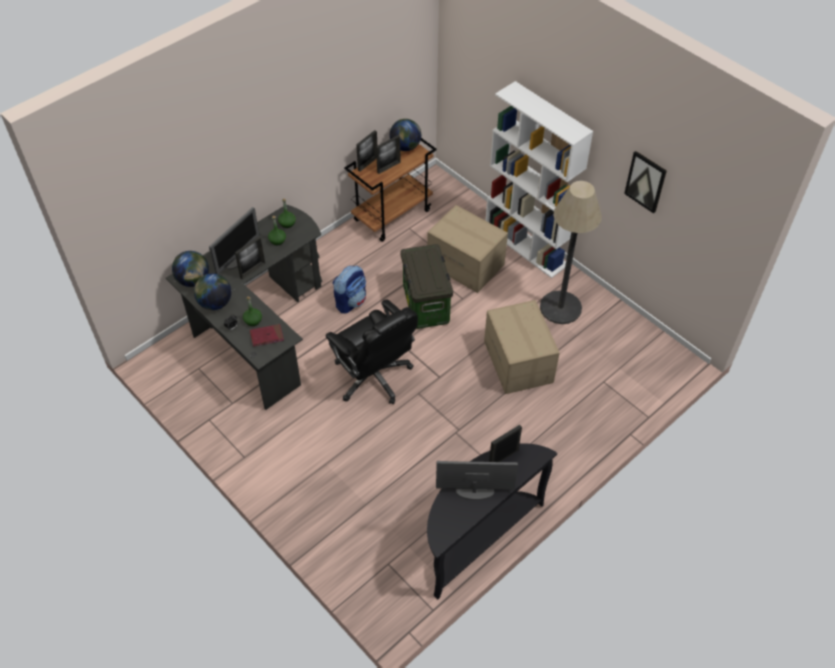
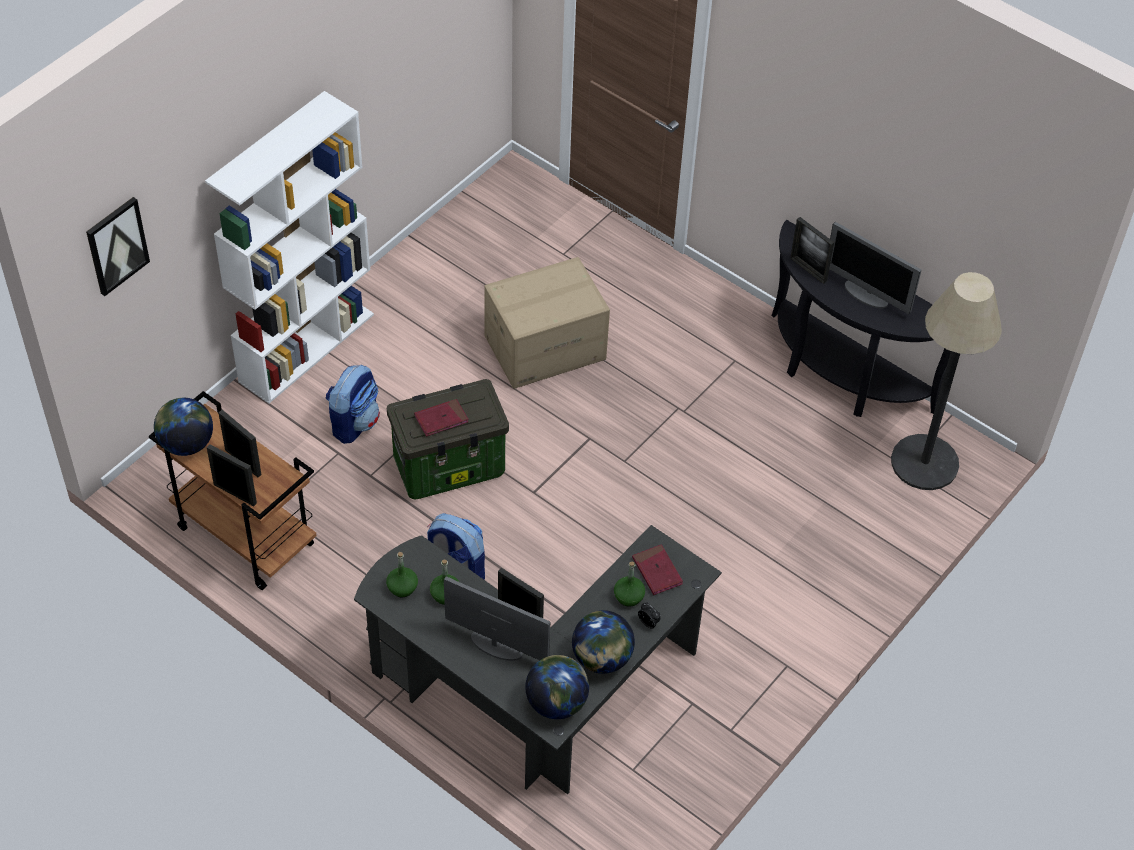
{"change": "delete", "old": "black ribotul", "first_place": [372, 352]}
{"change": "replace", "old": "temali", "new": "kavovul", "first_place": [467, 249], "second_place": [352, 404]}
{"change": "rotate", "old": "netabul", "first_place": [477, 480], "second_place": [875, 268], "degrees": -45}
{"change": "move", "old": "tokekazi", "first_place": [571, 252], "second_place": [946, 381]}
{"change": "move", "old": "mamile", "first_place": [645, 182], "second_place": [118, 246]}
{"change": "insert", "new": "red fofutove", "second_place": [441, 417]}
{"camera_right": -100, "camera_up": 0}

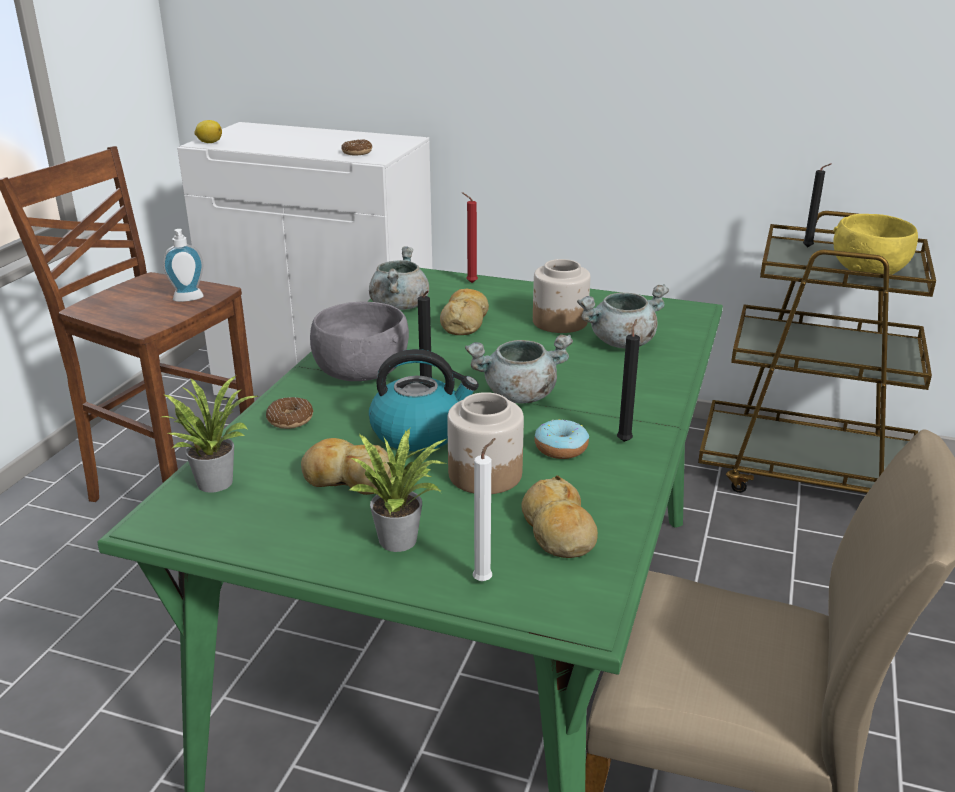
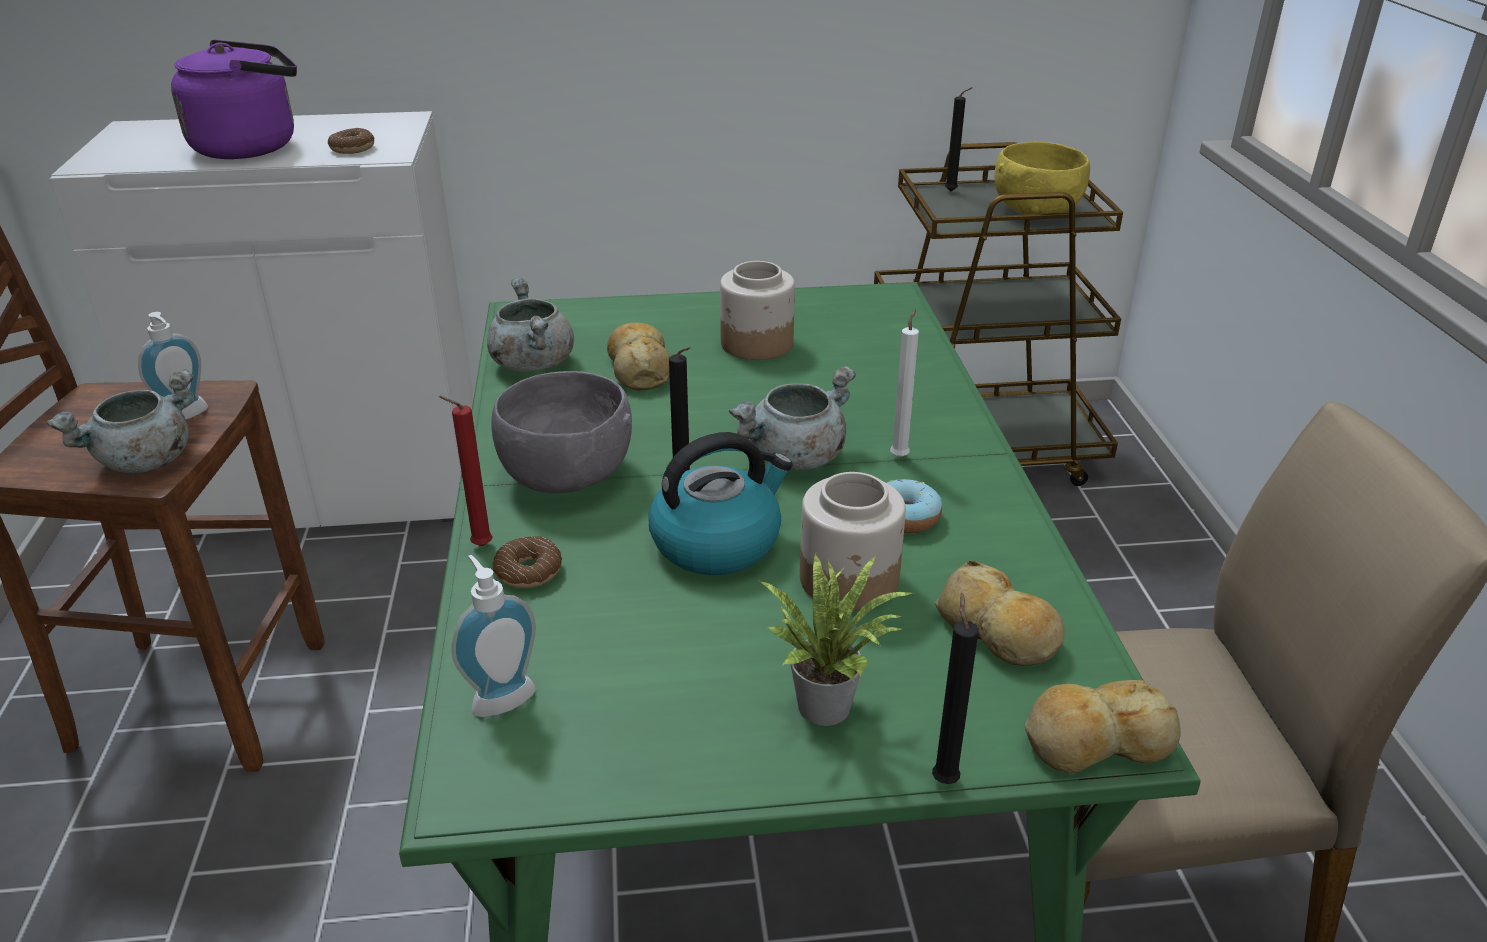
{"change": "replace", "old": "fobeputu", "new": "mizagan", "first_place": [210, 434], "second_place": [494, 636]}
{"change": "delete", "old": "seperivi", "first_place": [208, 131]}
{"change": "move", "old": "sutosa", "first_place": [346, 466], "second_place": [1103, 727]}
{"change": "move", "old": "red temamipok", "first_place": [470, 237], "second_place": [465, 471]}
{"change": "move", "old": "white temamipok", "first_place": [484, 510], "second_place": [904, 383]}
{"change": "move", "old": "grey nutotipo", "first_place": [623, 316], "second_place": [121, 421]}
{"change": "move", "old": "black temamipok", "first_place": [628, 380], "second_place": [955, 688]}
{"change": "insert", "new": "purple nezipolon", "second_place": [234, 99]}
{"camera_right": -25, "camera_up": 5}

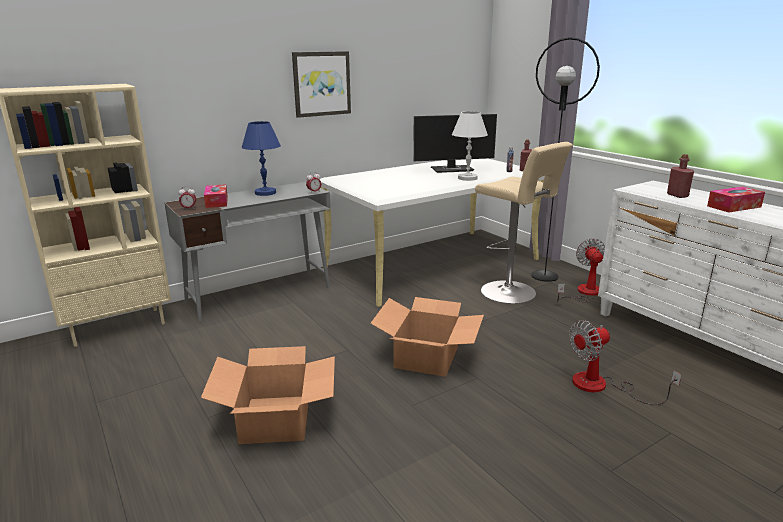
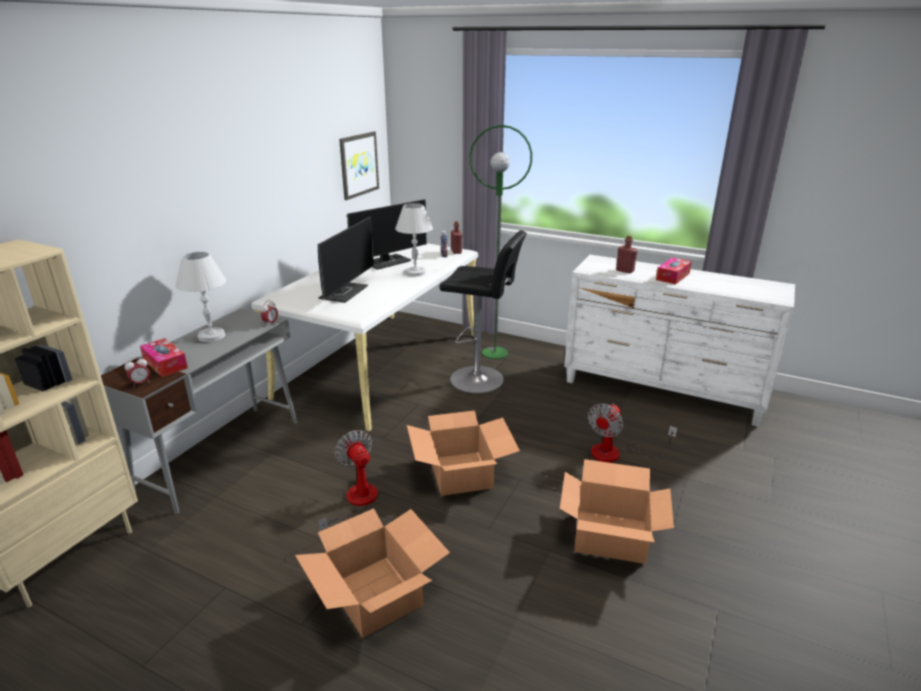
{"change": "recolor", "old": "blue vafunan", "new": "white vafunan", "first_place": [261, 158], "second_place": [200, 297]}
{"change": "move", "old": "mamile", "first_place": [321, 84], "second_place": [359, 165]}
{"change": "recolor", "old": "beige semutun", "new": "black semutun", "first_place": [524, 223], "second_place": [483, 311]}
{"change": "recolor", "old": "black tokekazi", "new": "green tokekazi", "first_place": [565, 159], "second_place": [501, 242]}
{"change": "move", "old": "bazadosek", "first_place": [581, 270], "second_place": [348, 480]}
{"change": "insert", "new": "netabul", "second_place": [346, 260]}
{"change": "insert", "new": "temali", "second_place": [617, 511]}
{"camera_right": -30, "camera_up": 5}

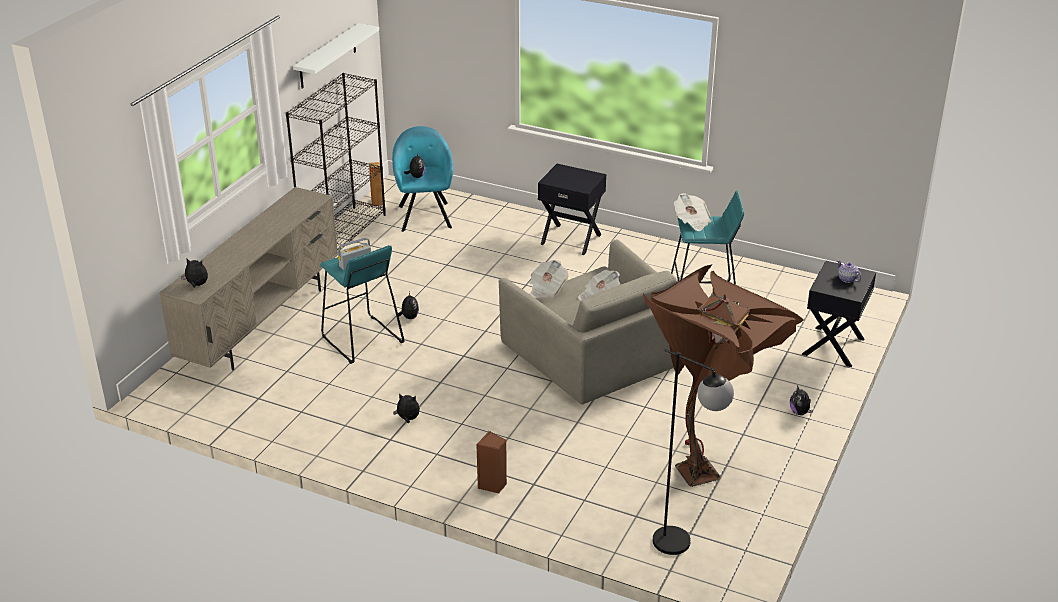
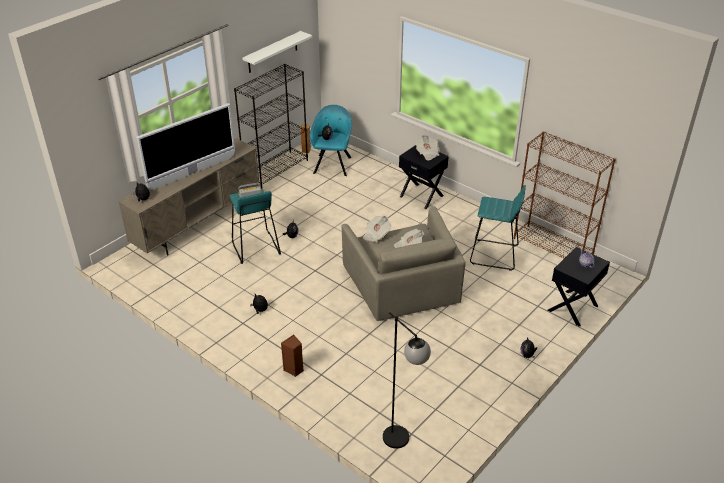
{"change": "delete", "old": "brown tokekazi", "first_place": [723, 375]}
{"change": "move", "old": "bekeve", "first_place": [693, 212], "second_place": [427, 148]}
{"change": "insert", "new": "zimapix", "second_place": [185, 146]}
{"change": "insert", "new": "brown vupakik", "second_place": [565, 194]}
{"camera_right": 15, "camera_up": 5}

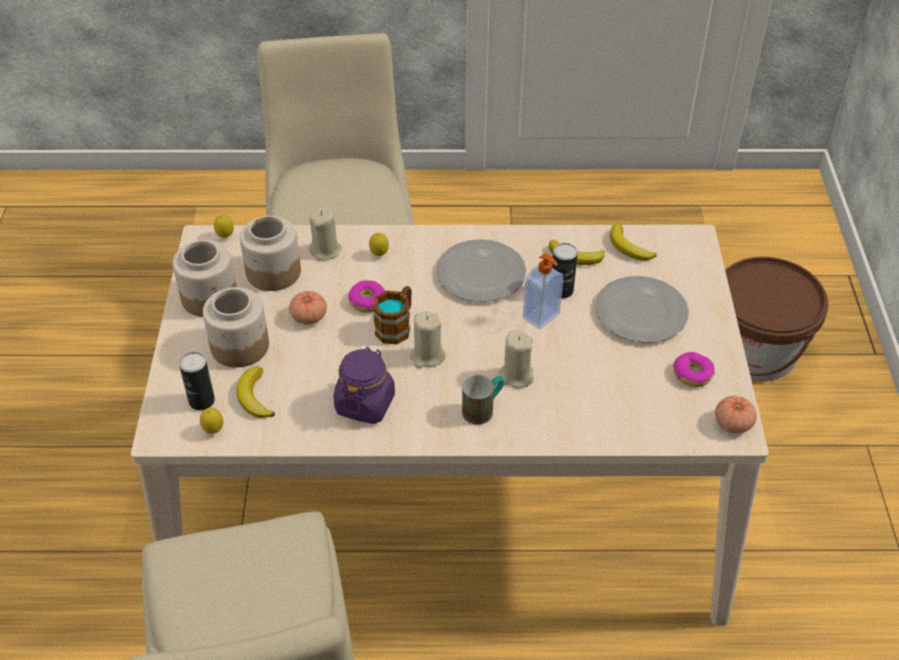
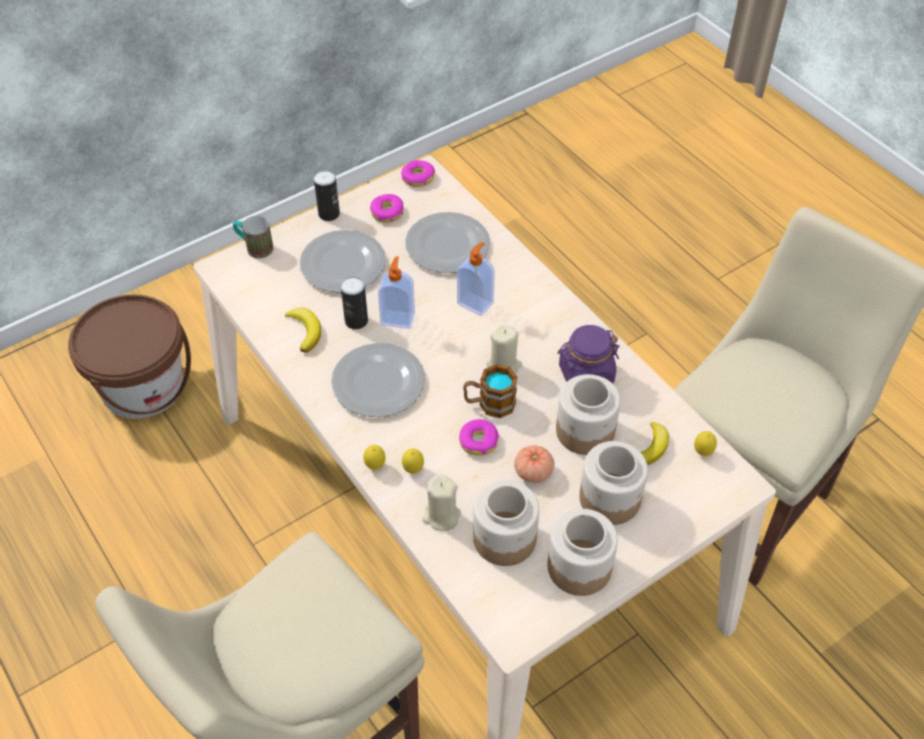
{"change": "move", "old": "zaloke", "first_place": [197, 381], "second_place": [327, 195]}
{"change": "move", "old": "seperivi", "first_place": [224, 226], "second_place": [374, 457]}
{"change": "move", "old": "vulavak", "first_place": [483, 400], "second_place": [253, 237]}
{"change": "replace", "old": "beige temamipok", "new": "mizagan", "first_place": [516, 359], "second_place": [476, 279]}
{"change": "delete", "old": "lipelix", "first_place": [633, 242]}
{"change": "replace", "old": "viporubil", "new": "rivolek", "first_place": [736, 414], "second_place": [418, 173]}
{"change": "insert", "new": "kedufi", "second_place": [447, 242]}
{"change": "insert", "new": "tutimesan", "second_place": [588, 414]}
{"camera_right": -125, "camera_up": 5}

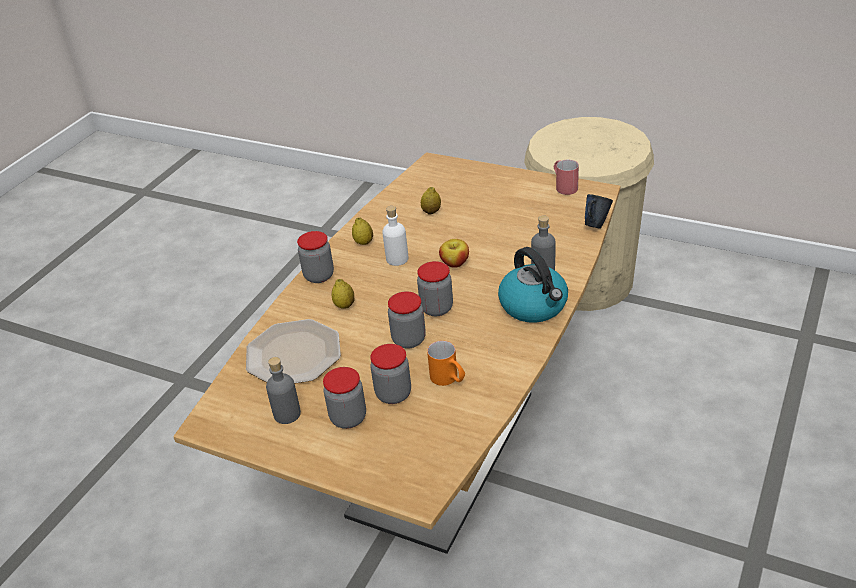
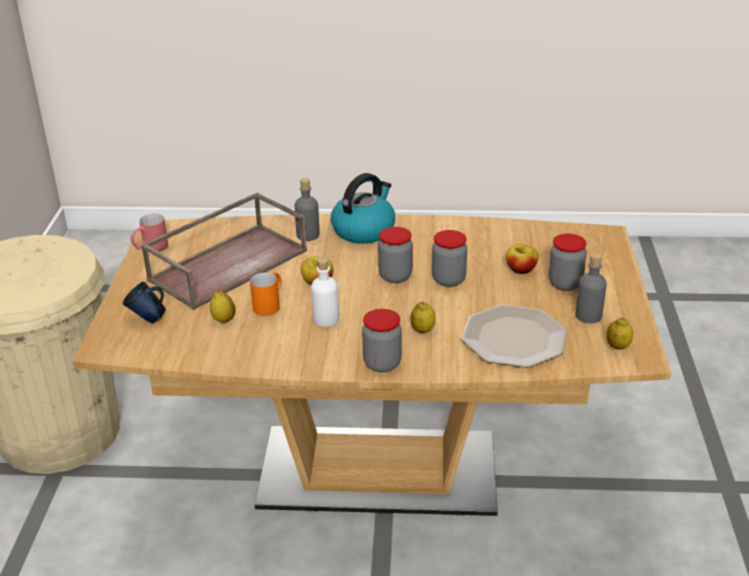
{"change": "move", "old": "seperivi", "first_place": [362, 231], "second_place": [620, 333]}
{"change": "replace", "old": "tutimesan", "new": "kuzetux", "first_place": [390, 374], "second_place": [522, 259]}
{"change": "move", "old": "orange vulavak", "first_place": [446, 363], "second_place": [266, 294]}
{"change": "move", "old": "blue vulavak", "first_place": [599, 211], "second_place": [144, 303]}
{"change": "insert", "new": "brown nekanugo", "second_place": [224, 251]}
{"camera_right": -115, "camera_up": -5}

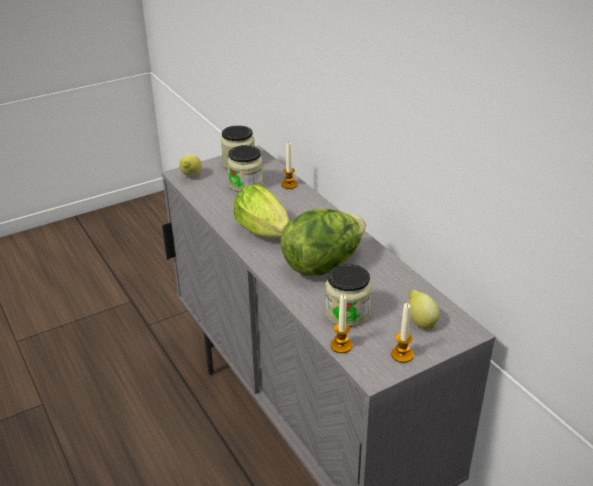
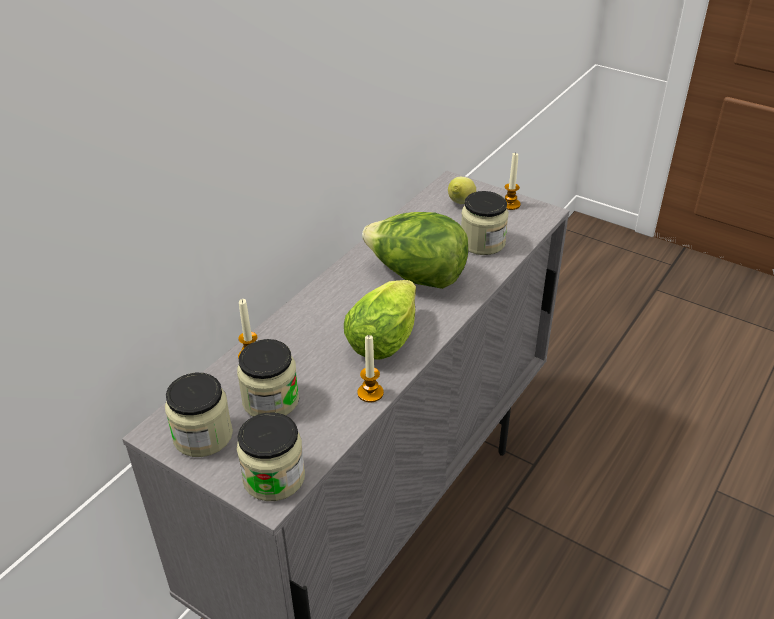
{"change": "replace", "old": "seperivi", "new": "tutimesan", "first_place": [190, 166], "second_place": [271, 457]}
{"change": "move", "old": "temamipok", "first_place": [341, 324], "second_place": [371, 369]}
{"camera_right": -115, "camera_up": 5}

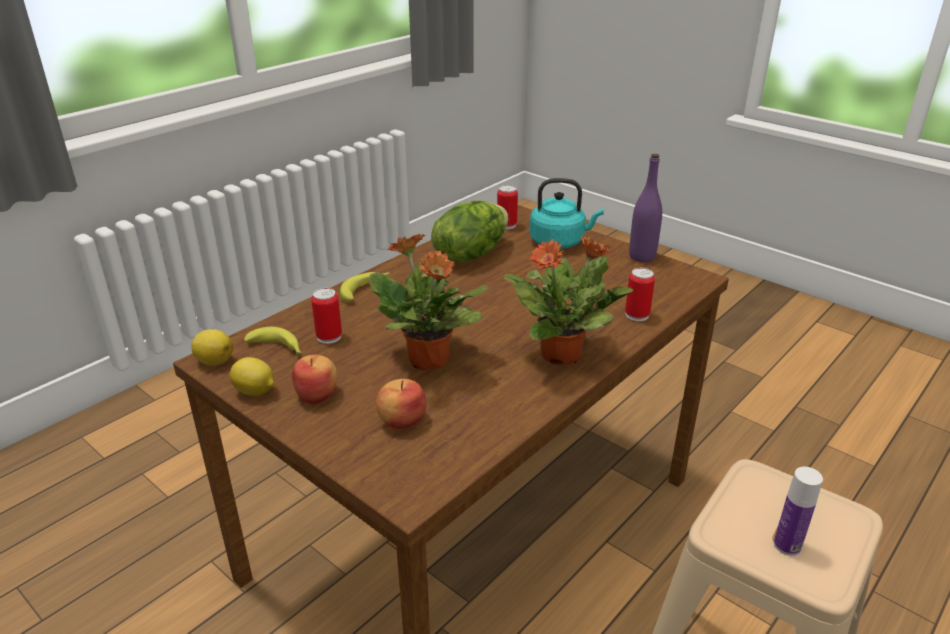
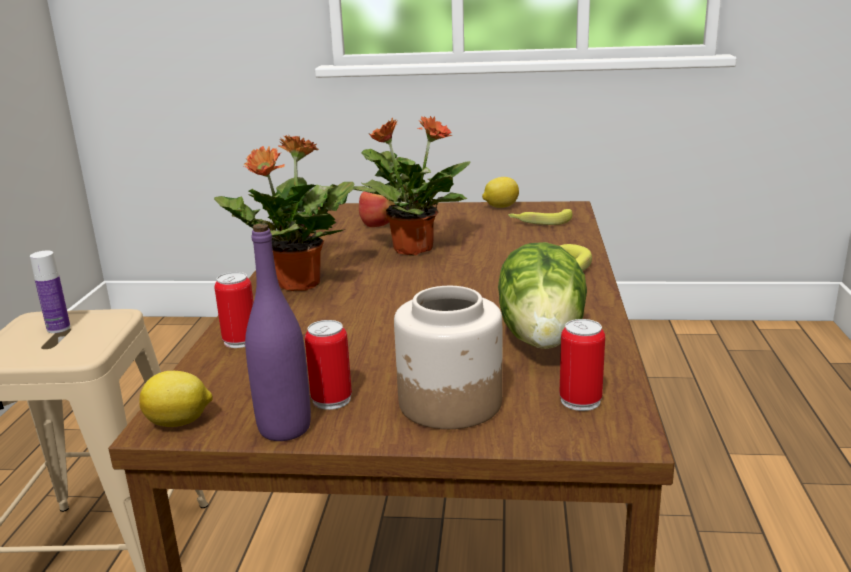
{"change": "move", "old": "seperivi", "first_place": [212, 347], "second_place": [176, 399]}
{"change": "delete", "old": "kuzetux", "first_place": [314, 379]}
{"change": "move", "old": "zaloke", "first_place": [326, 316], "second_place": [328, 365]}
{"change": "replace", "old": "turquoise nezipolon", "new": "tutimesan", "first_place": [566, 213], "second_place": [448, 357]}
{"camera_right": 145, "camera_up": -10}

